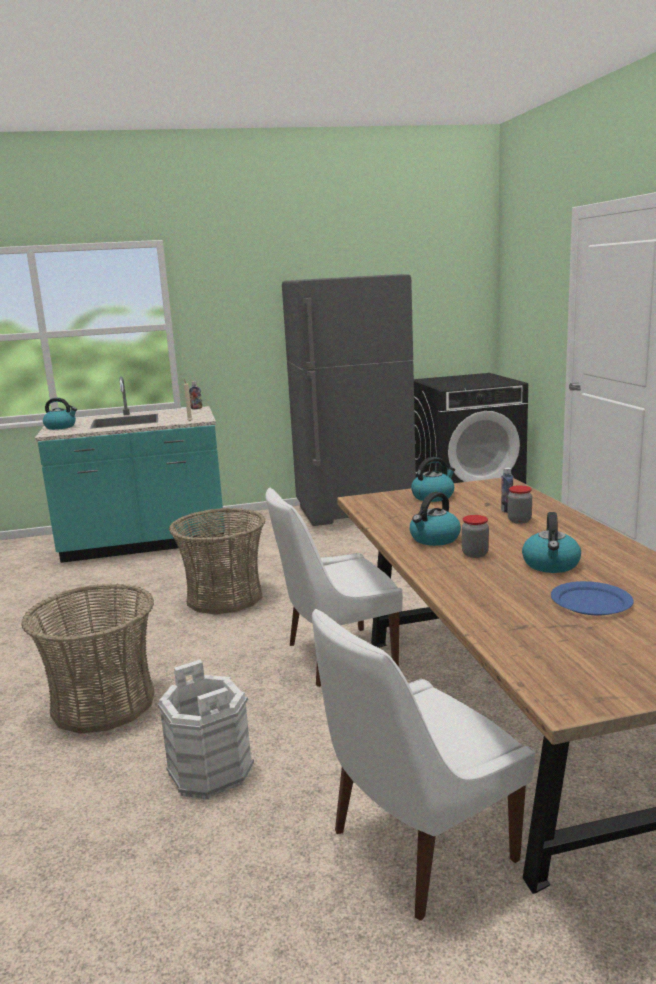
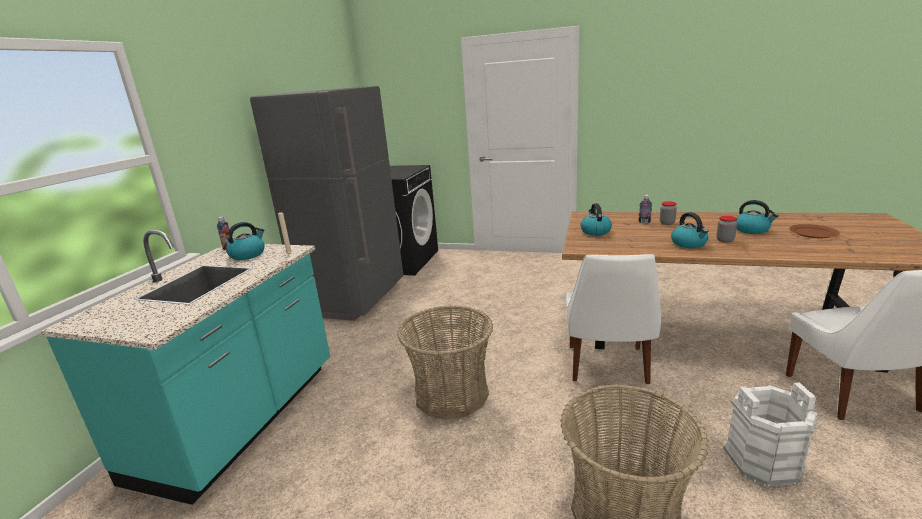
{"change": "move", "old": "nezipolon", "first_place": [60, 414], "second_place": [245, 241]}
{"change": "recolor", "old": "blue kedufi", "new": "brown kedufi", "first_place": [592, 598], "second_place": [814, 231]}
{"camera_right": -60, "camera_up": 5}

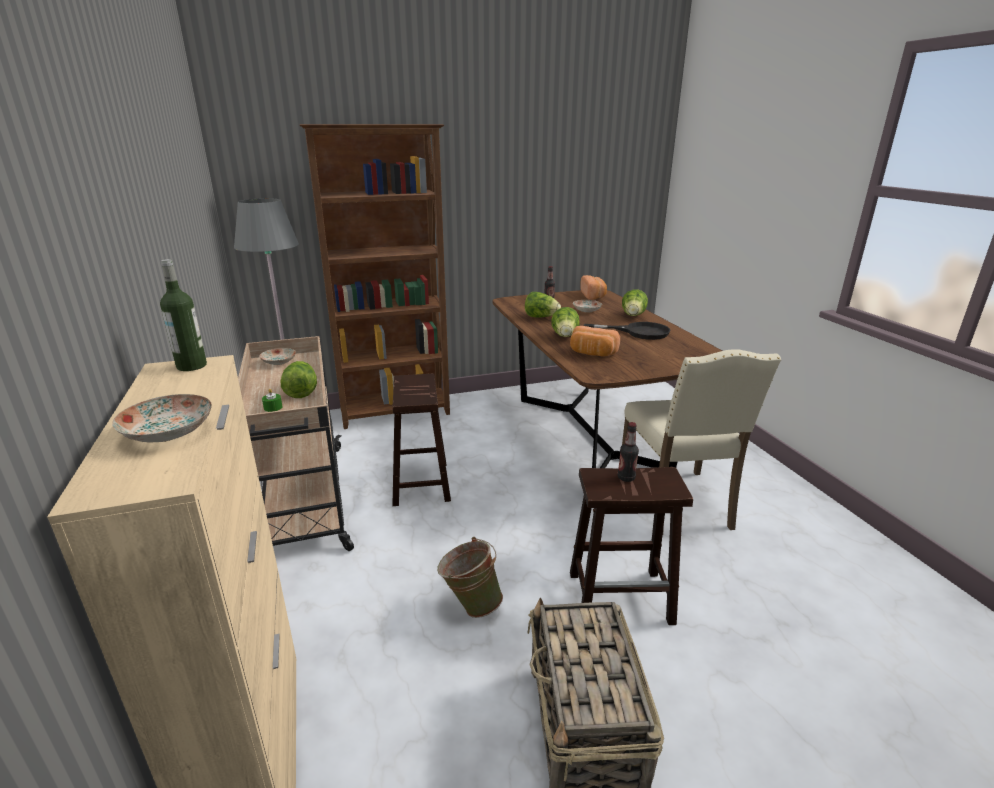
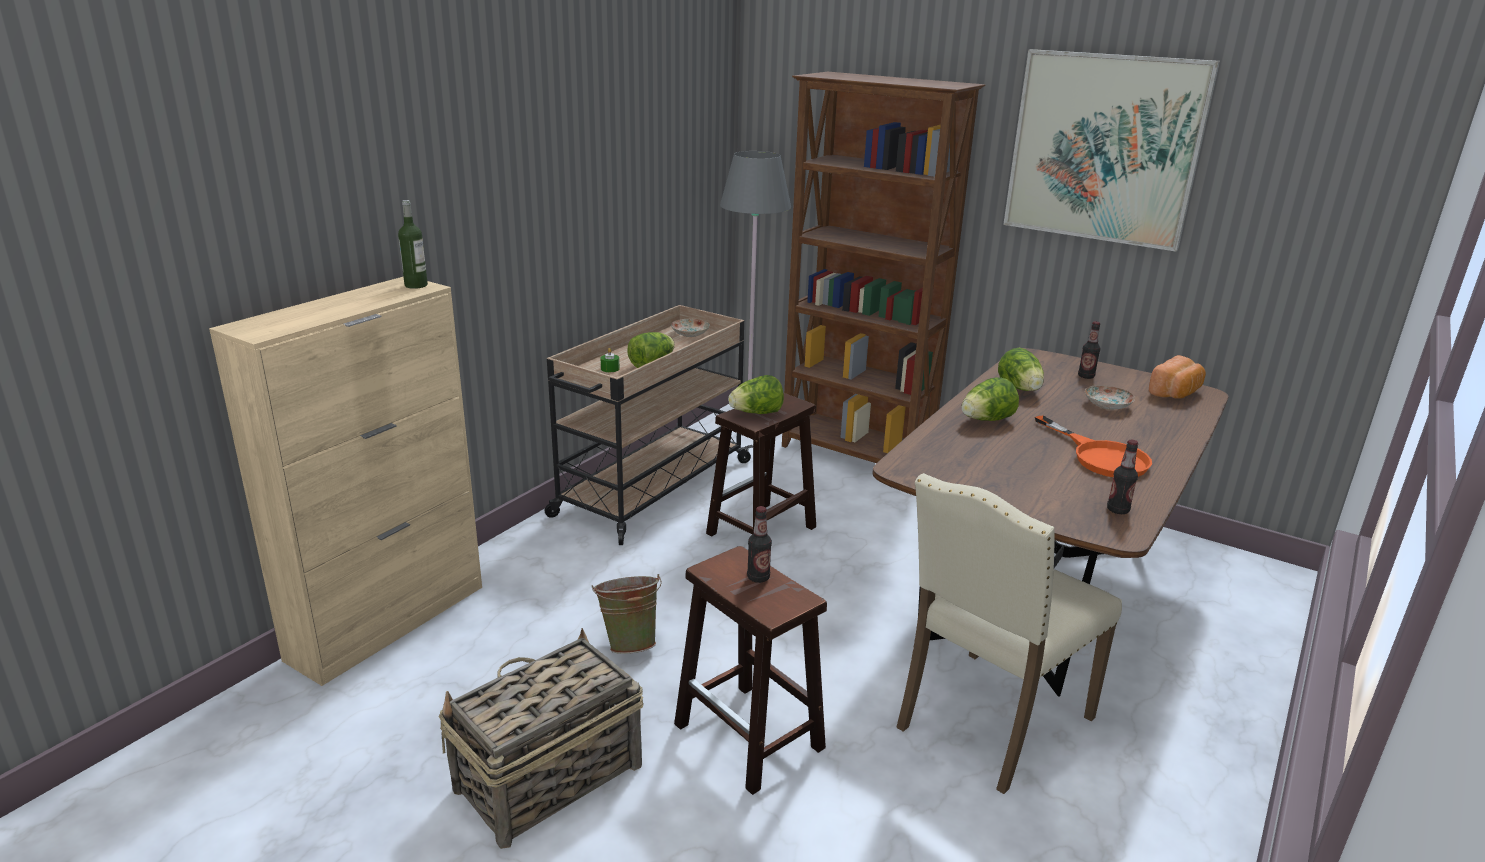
{"change": "delete", "old": "kedufi", "first_place": [162, 418]}
{"change": "delete", "old": "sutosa", "first_place": [595, 341]}
{"change": "recolor", "old": "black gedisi", "new": "orange gedisi", "first_place": [627, 331], "second_place": [1093, 446]}
{"change": "move", "old": "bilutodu", "first_place": [635, 302], "second_place": [756, 394]}
{"change": "insert", "new": "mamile", "second_place": [1111, 150]}
{"change": "insert", "new": "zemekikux", "second_place": [1122, 477]}
{"camera_right": 50, "camera_up": 0}

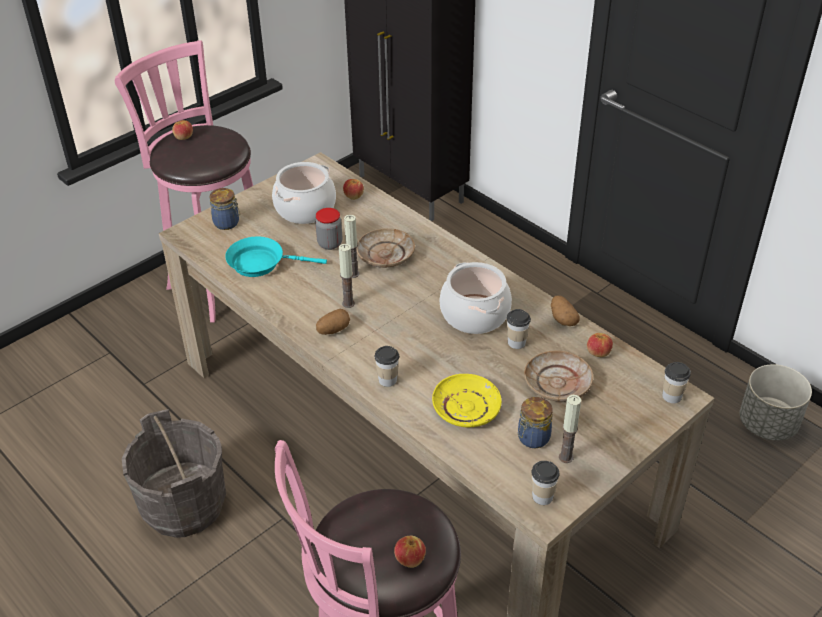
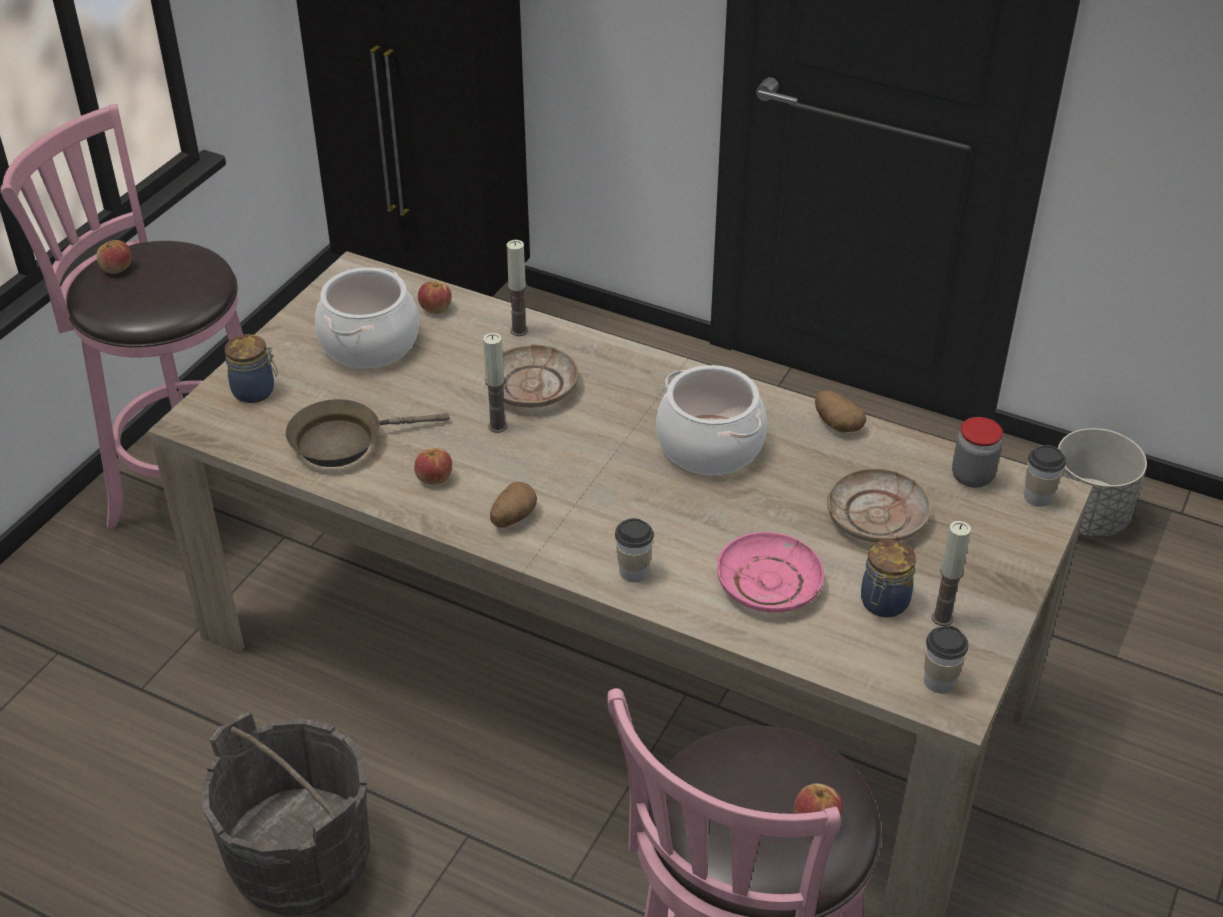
{"change": "recolor", "old": "turquoise gedisi", "new": "brown gedisi", "first_place": [276, 256], "second_place": [367, 433]}
{"change": "move", "old": "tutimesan", "first_place": [328, 229], "second_place": [977, 452]}
{"change": "move", "old": "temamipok", "first_place": [347, 276], "second_place": [517, 288]}
{"change": "recolor", "old": "yellow kedufi", "new": "pink kedufi", "first_place": [467, 400], "second_place": [770, 572]}
{"change": "delete", "old": "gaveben", "first_place": [519, 329]}
{"change": "move", "old": "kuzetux", "first_place": [600, 345], "second_place": [433, 466]}
{"camera_right": -20, "camera_up": 0}

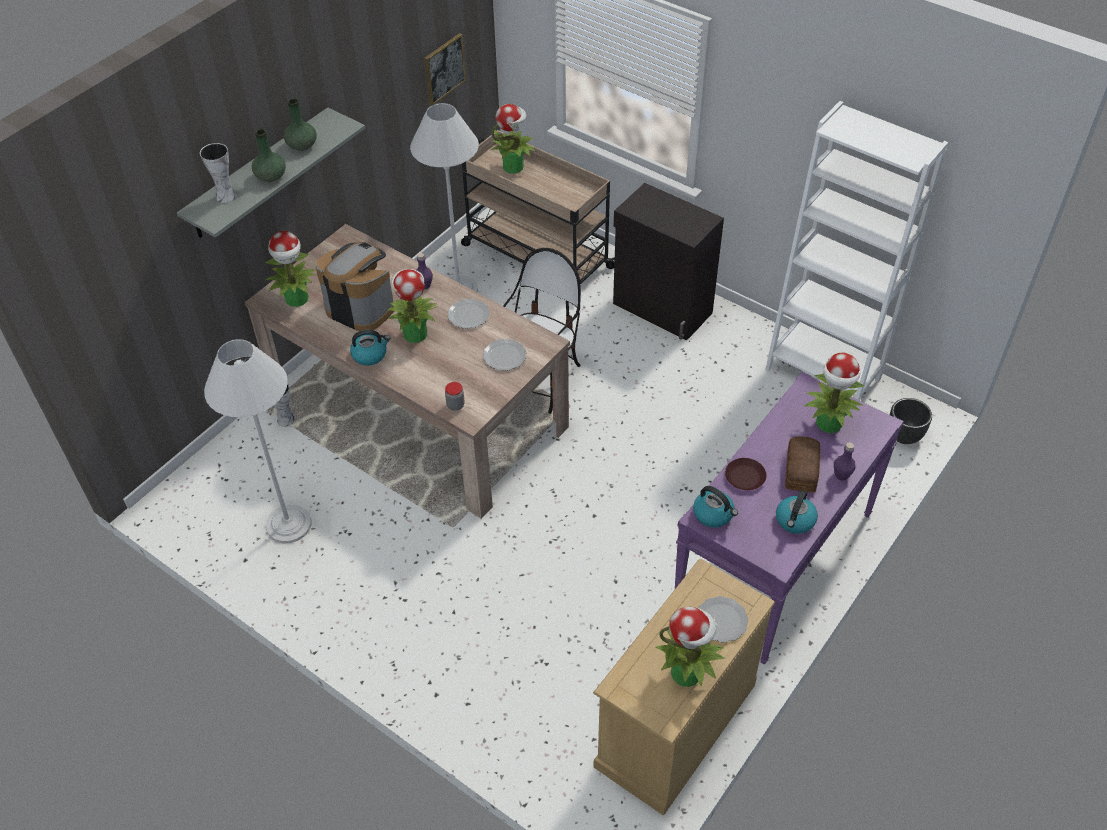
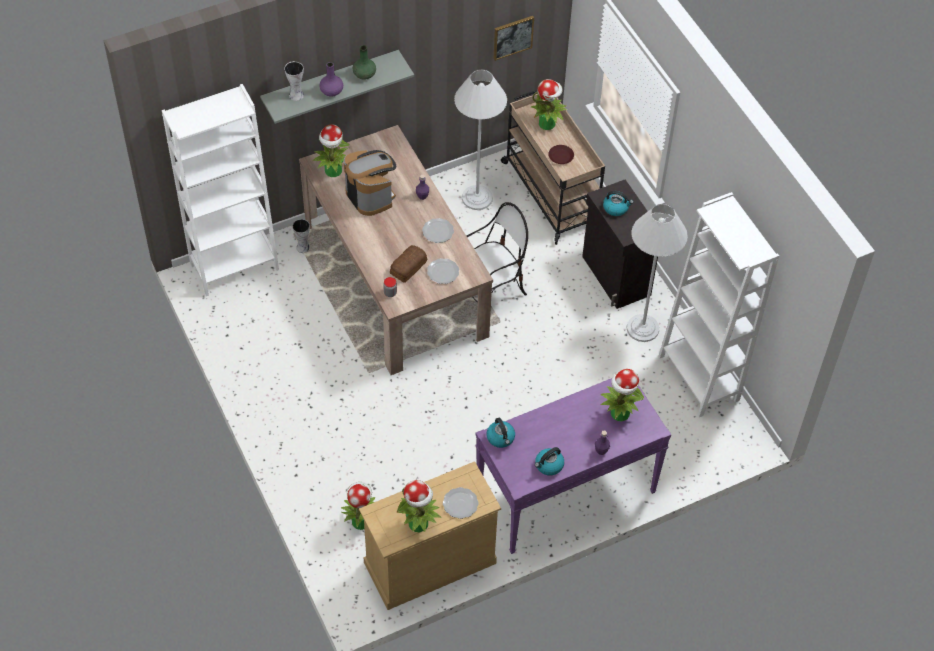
{"change": "move", "old": "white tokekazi", "first_place": [258, 441], "second_place": [657, 273]}
{"change": "recolor", "old": "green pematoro", "new": "purple pematoro", "first_place": [269, 155], "second_place": [331, 79]}
{"change": "move", "old": "nezipolon", "first_place": [370, 348], "second_place": [618, 203]}
{"change": "move", "old": "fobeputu", "first_place": [412, 306], "second_place": [358, 506]}
{"change": "move", "old": "brown kedufi", "first_place": [745, 474], "second_place": [561, 154]}
{"change": "move", "old": "sutosa", "first_place": [802, 464], "second_place": [408, 264]}
{"change": "delete", "old": "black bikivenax", "first_place": [911, 421]}
{"change": "insert", "new": "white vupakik", "second_place": [220, 190]}
{"camera_right": 25, "camera_up": 5}

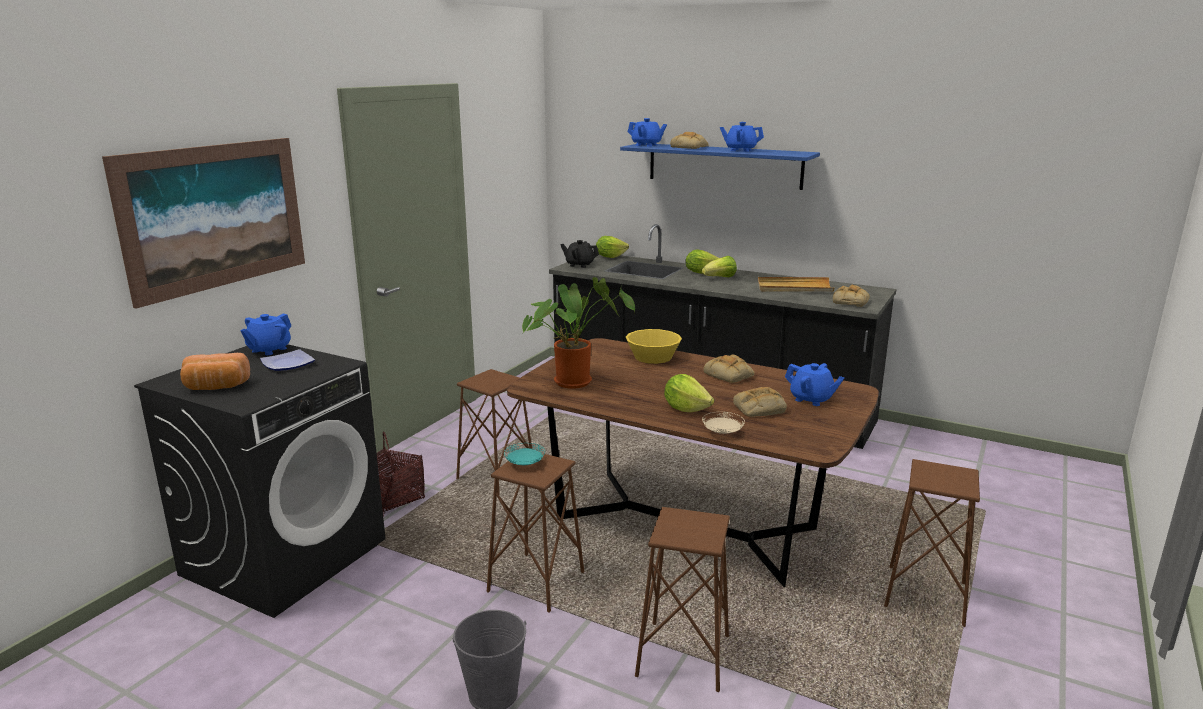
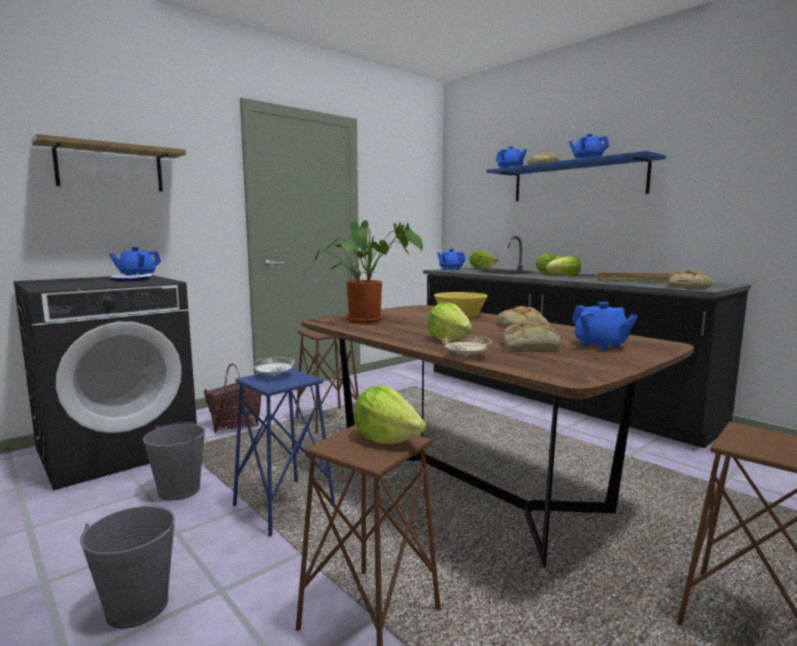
{"change": "replace", "old": "mamile", "new": "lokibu", "first_place": [203, 223], "second_place": [108, 163]}
{"change": "delete", "old": "sutosa", "first_place": [215, 371]}
{"change": "recolor", "old": "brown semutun", "new": "blue semutun", "first_place": [535, 533], "second_place": [284, 452]}
{"change": "recolor", "old": "turquoise kedufi", "new": "white kedufi", "first_place": [524, 454], "second_place": [273, 366]}
{"change": "recolor", "old": "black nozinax", "new": "blue nozinax", "first_place": [579, 254], "second_place": [451, 259]}
{"change": "insert", "new": "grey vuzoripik", "second_place": [174, 461]}
{"change": "insert", "new": "bilutodu", "second_place": [390, 415]}
{"camera_right": 20, "camera_up": -10}

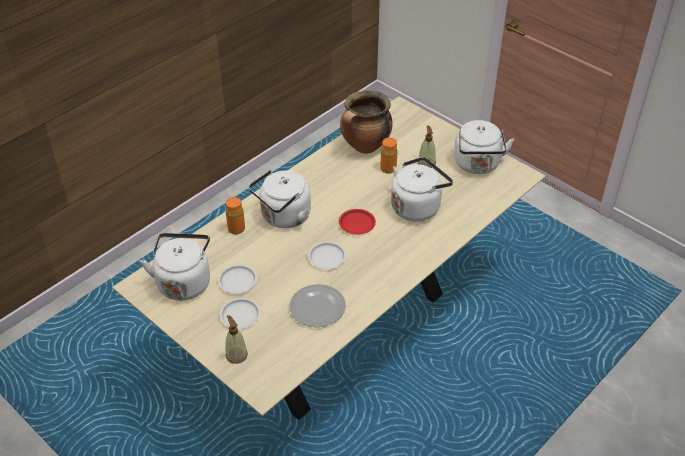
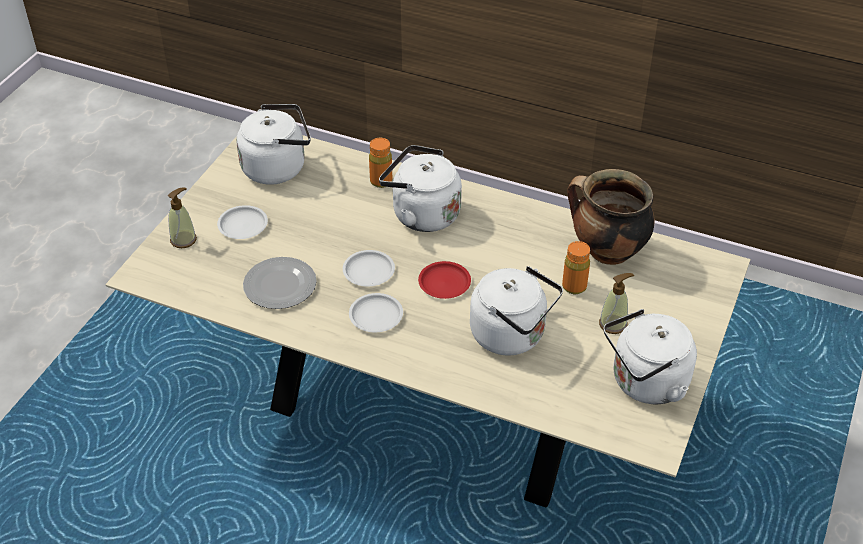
{"change": "move", "old": "white kedufi", "first_place": [237, 279], "second_place": [376, 312]}
{"camera_right": 70, "camera_up": 0}

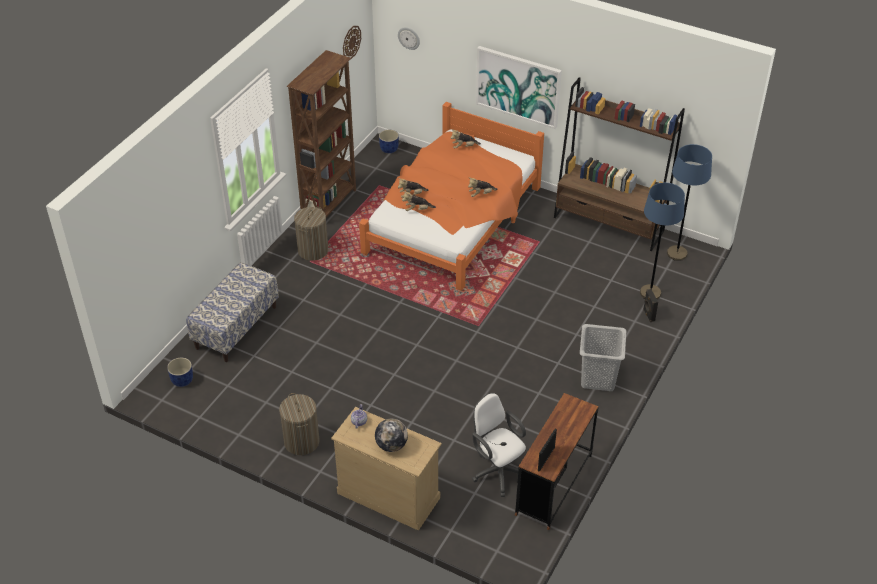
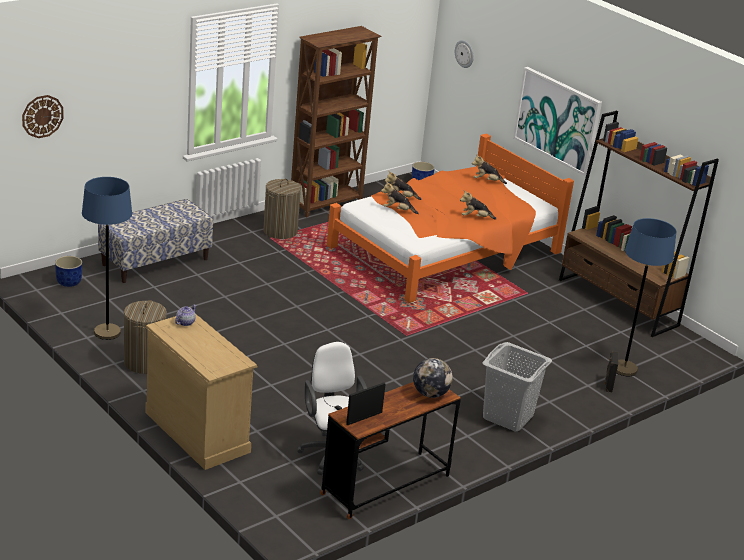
{"change": "move", "old": "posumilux", "first_place": [352, 42], "second_place": [43, 116]}
{"change": "move", "old": "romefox", "first_place": [391, 435], "second_place": [433, 378]}
{"change": "move", "old": "blue tokekazi", "first_place": [689, 202], "second_place": [107, 258]}
{"camera_right": 20, "camera_up": -15}

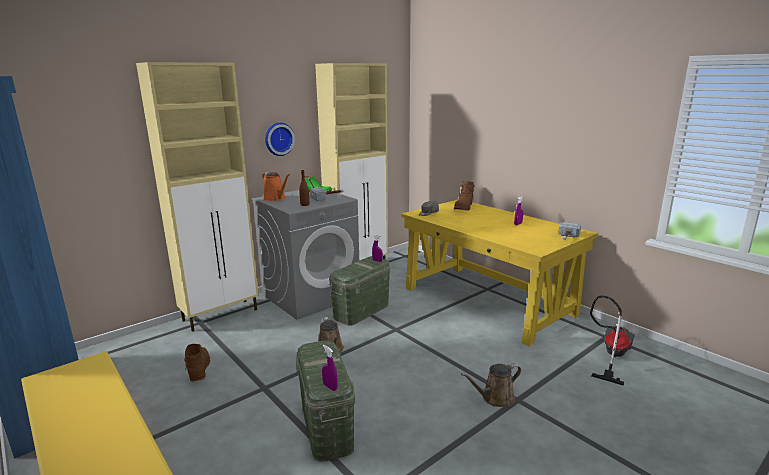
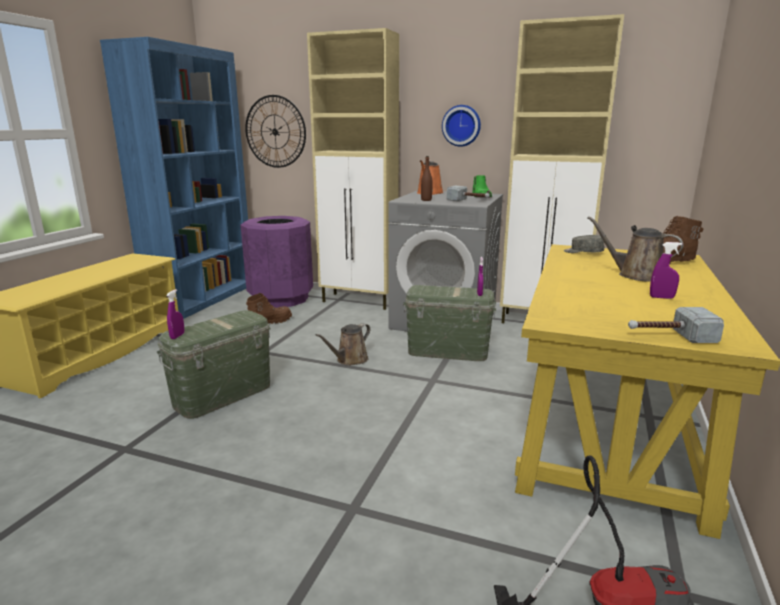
{"change": "move", "old": "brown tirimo", "first_place": [491, 385], "second_place": [635, 249]}
{"change": "insert", "new": "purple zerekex", "second_place": [276, 262]}
{"change": "insert", "new": "posumilux", "second_place": [275, 131]}
{"camera_right": 60, "camera_up": 0}

